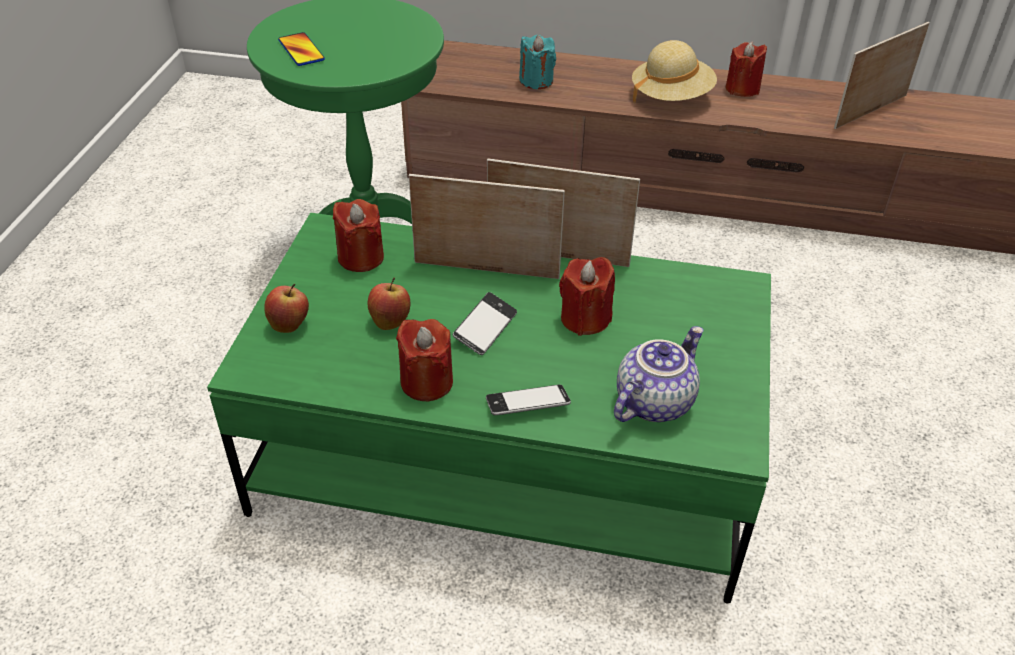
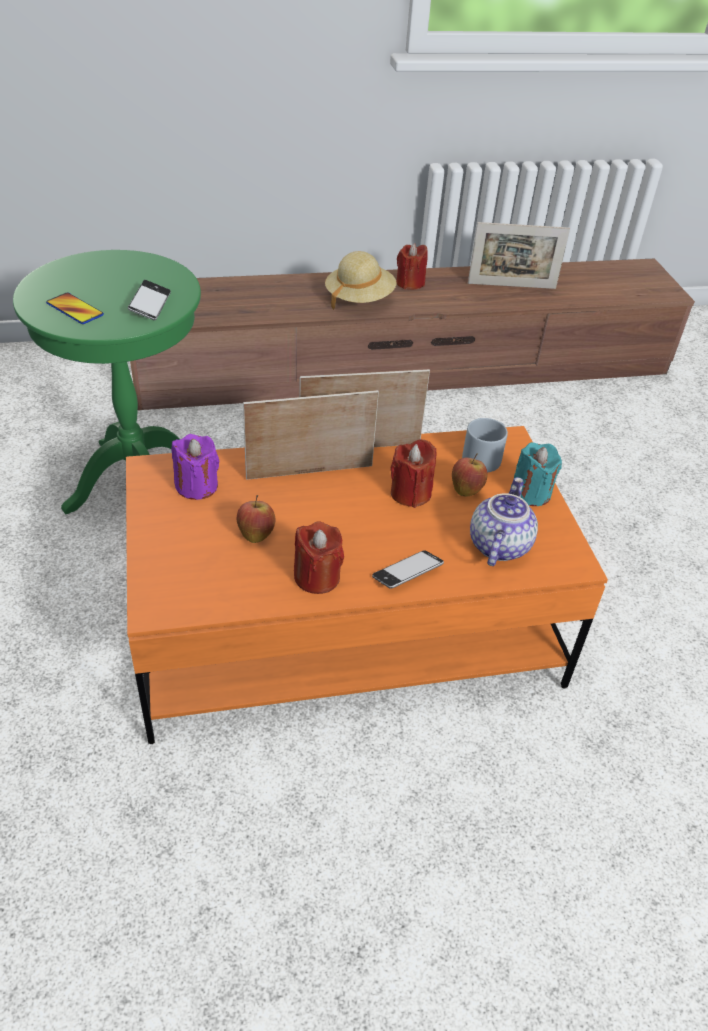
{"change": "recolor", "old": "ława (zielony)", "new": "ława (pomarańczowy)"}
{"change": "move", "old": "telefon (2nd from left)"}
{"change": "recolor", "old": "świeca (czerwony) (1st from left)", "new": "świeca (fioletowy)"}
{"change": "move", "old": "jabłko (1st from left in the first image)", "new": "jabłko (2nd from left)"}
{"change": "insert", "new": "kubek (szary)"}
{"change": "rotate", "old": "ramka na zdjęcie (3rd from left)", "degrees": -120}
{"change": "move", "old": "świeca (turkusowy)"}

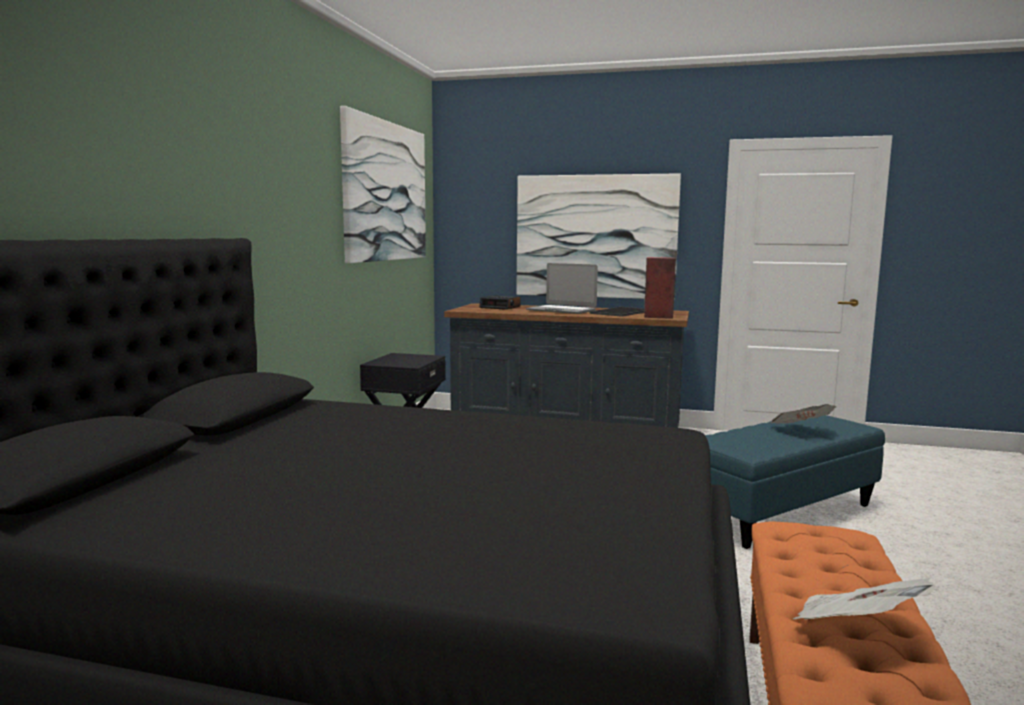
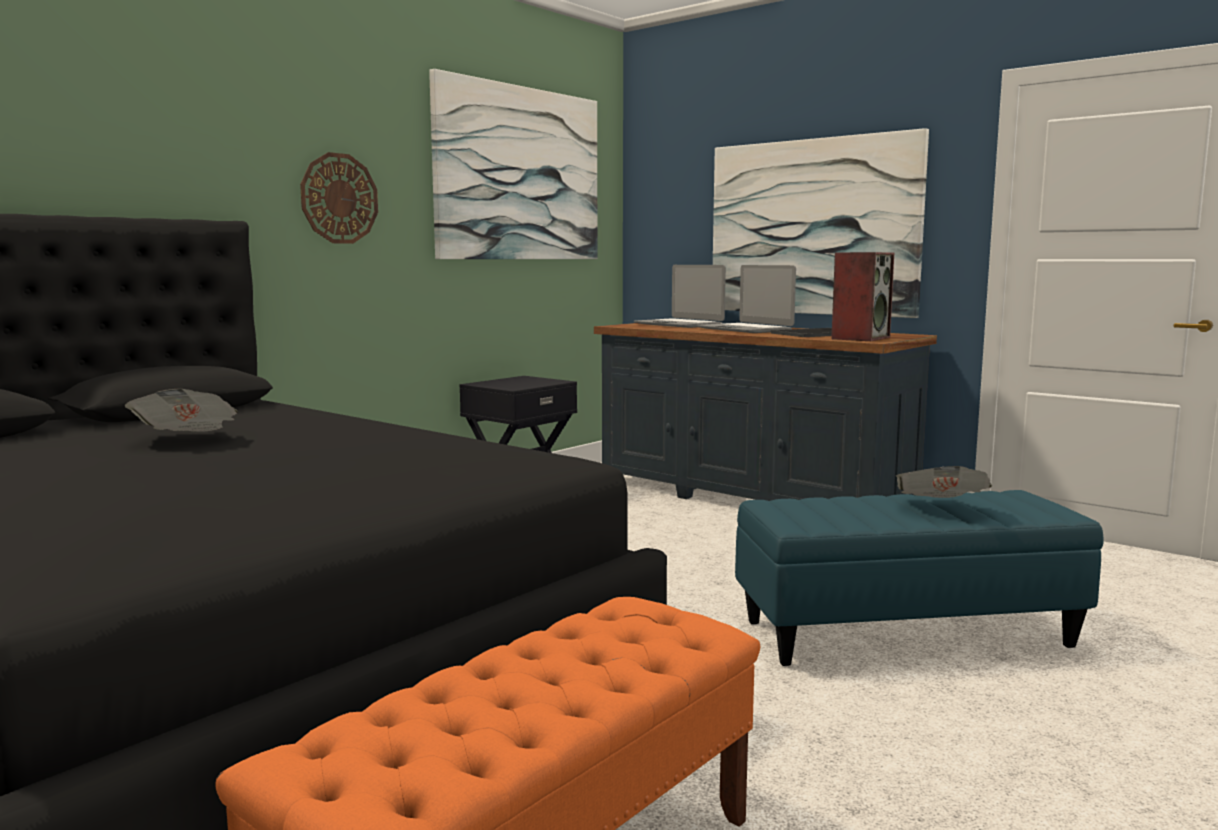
{"change": "move", "old": "gazeta (2nd from left in the first image)", "new": "gazeta (1st from left)"}
{"change": "insert", "new": "zegar ścienny"}
{"change": "replace", "old": "budzik", "new": "laptop (1st from left)"}

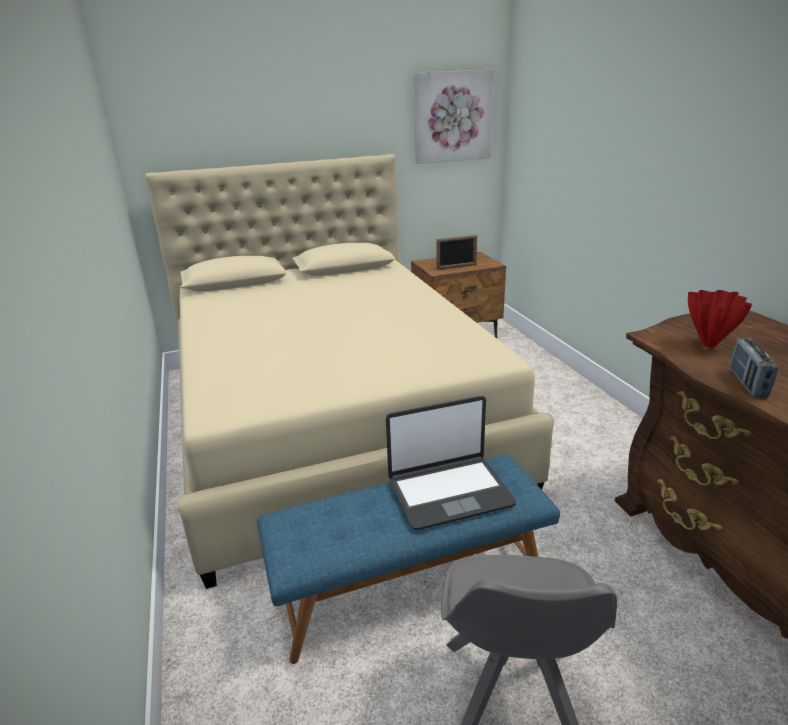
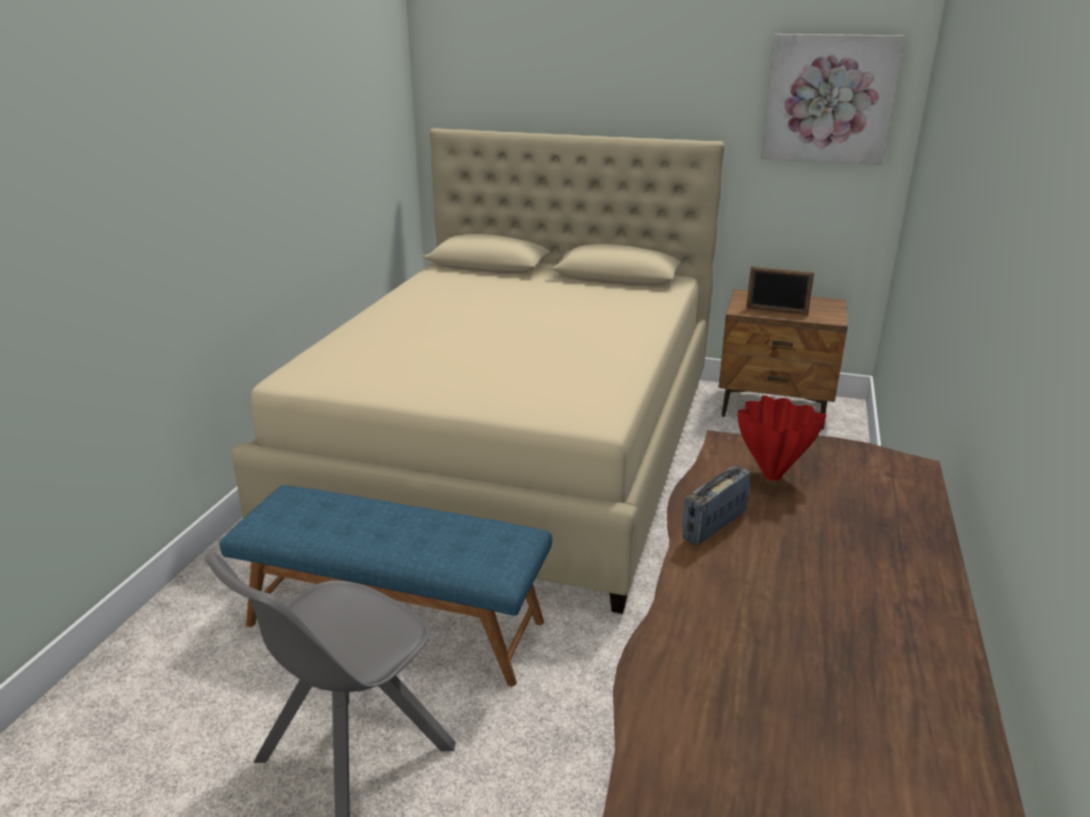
{"change": "delete", "old": "laptop"}

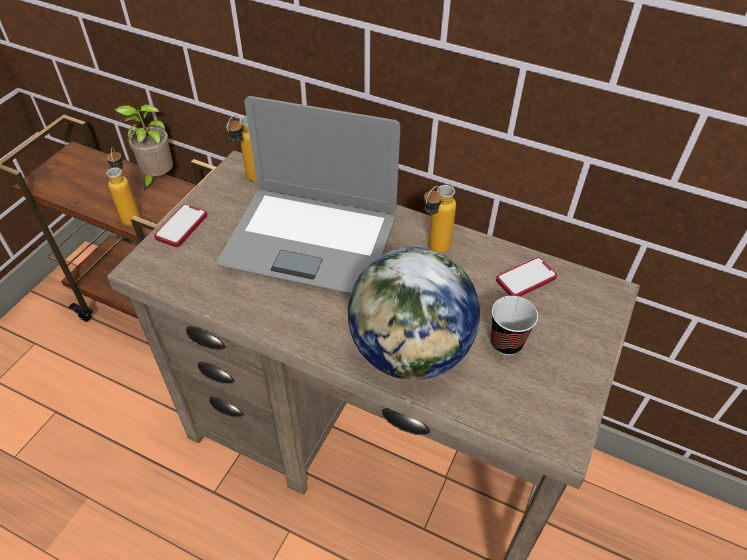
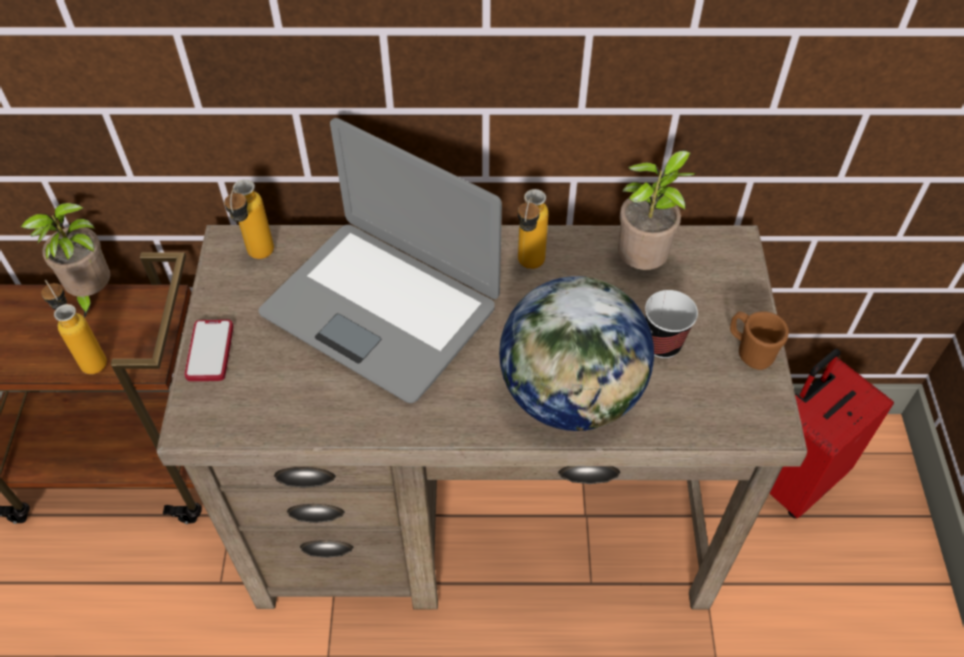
{"change": "rotate", "old": "laptop", "degrees": 45}
{"change": "replace", "old": "telefon (2nd from left)", "new": "roślina doniczkowa (2nd from left)"}
{"change": "insert", "new": "kubek (brązowy)"}
{"change": "insert", "new": "walizka (czerwony)"}

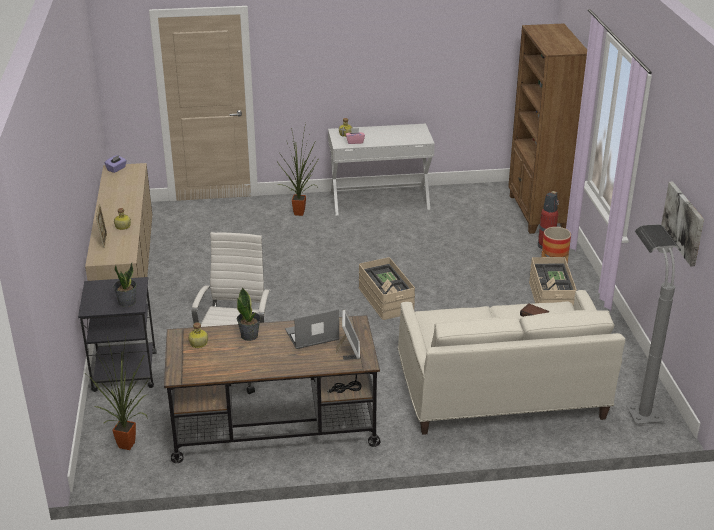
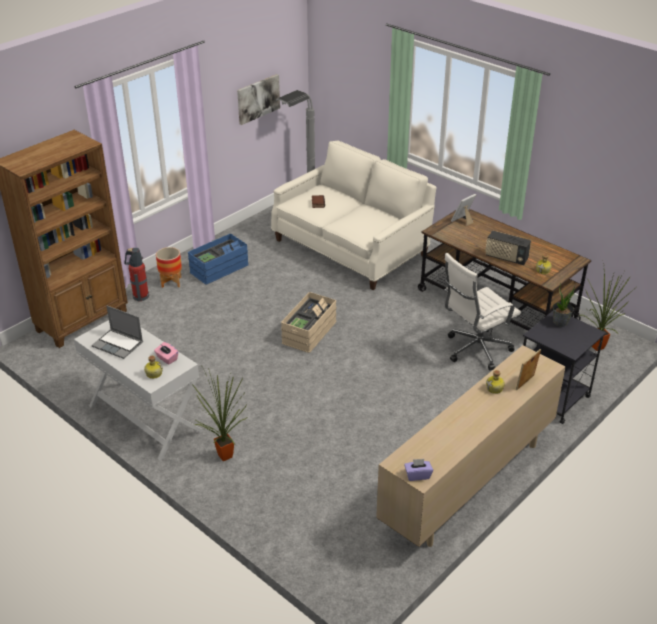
{"change": "move", "old": "laptop"}
{"change": "recolor", "old": "pojemnik do przechowywania (beżowy) (2nd from left)", "new": "pojemnik do przechowywania (niebieski)"}
{"change": "replace", "old": "roślina doniczkowa (3rd from left)", "new": "radio"}

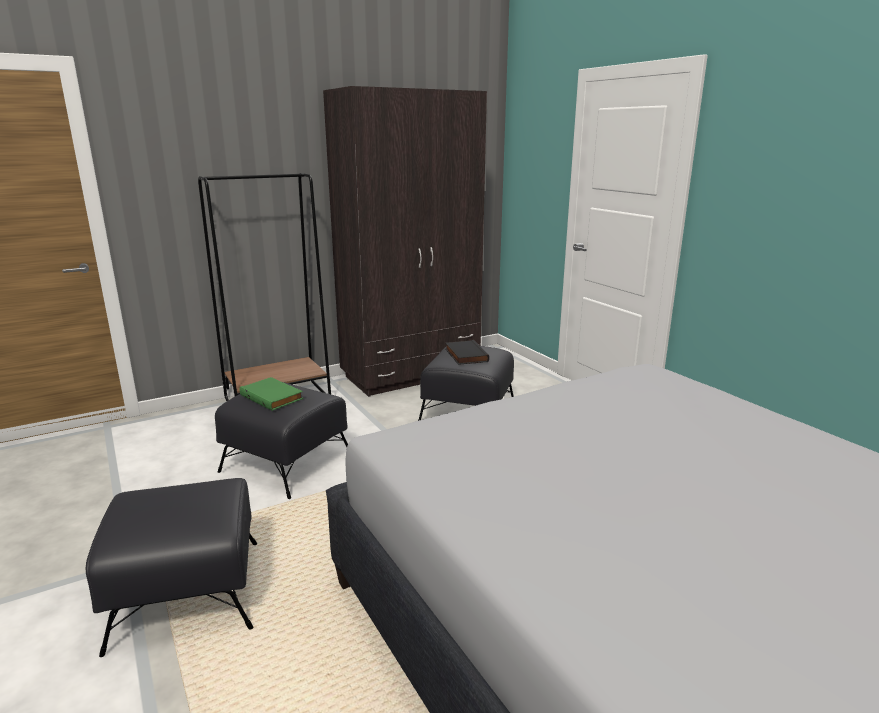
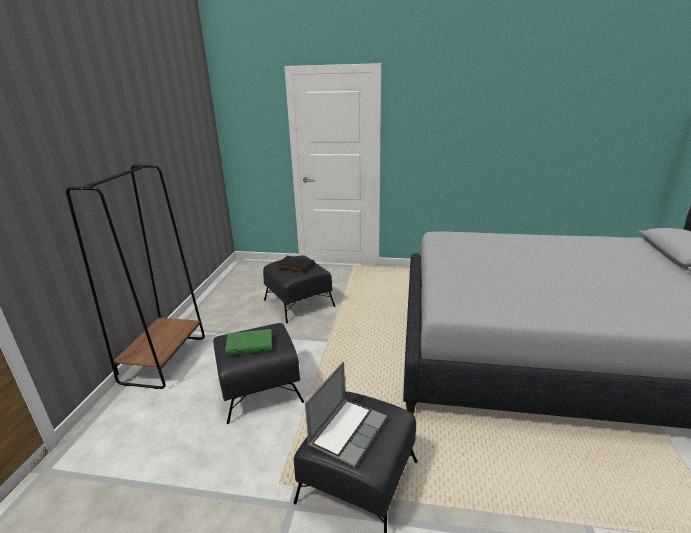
{"change": "insert", "new": "laptop"}
{"change": "delete", "old": "szafa (brązowy)"}

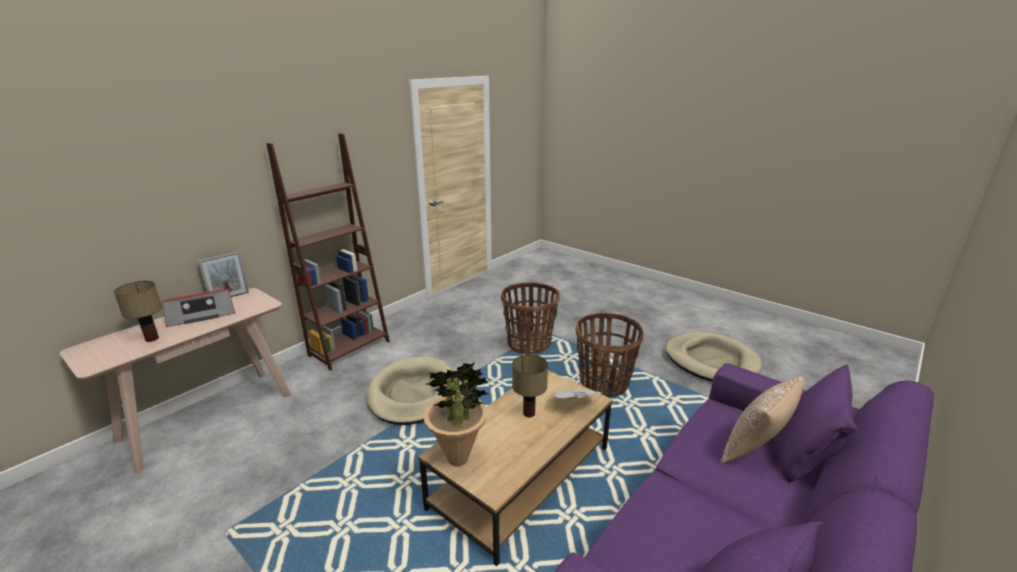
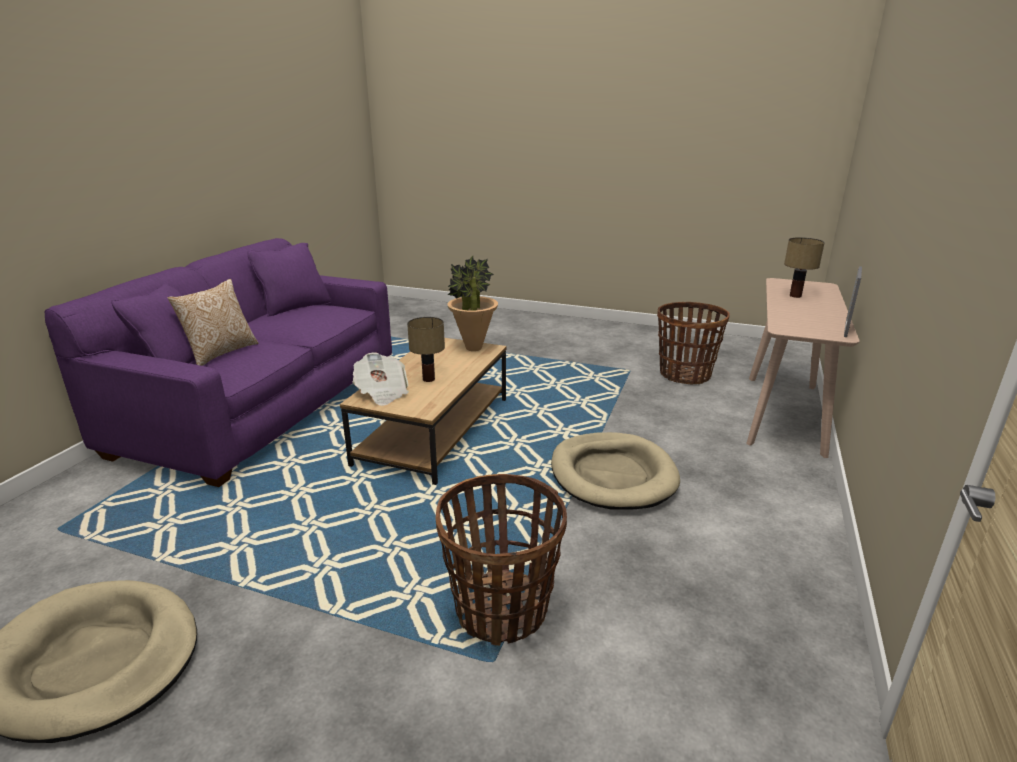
{"change": "move", "old": "koszyk (2nd from left)"}
{"change": "delete", "old": "radio"}
{"change": "delete", "old": "regał (brązowy)"}

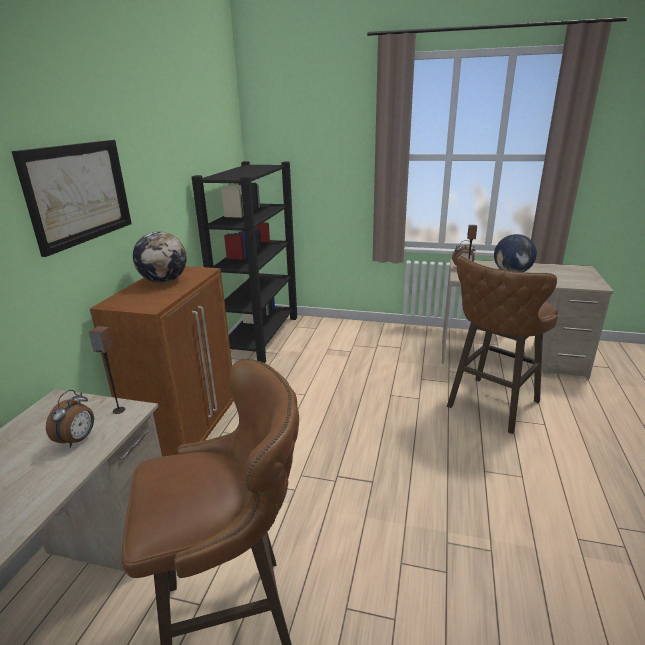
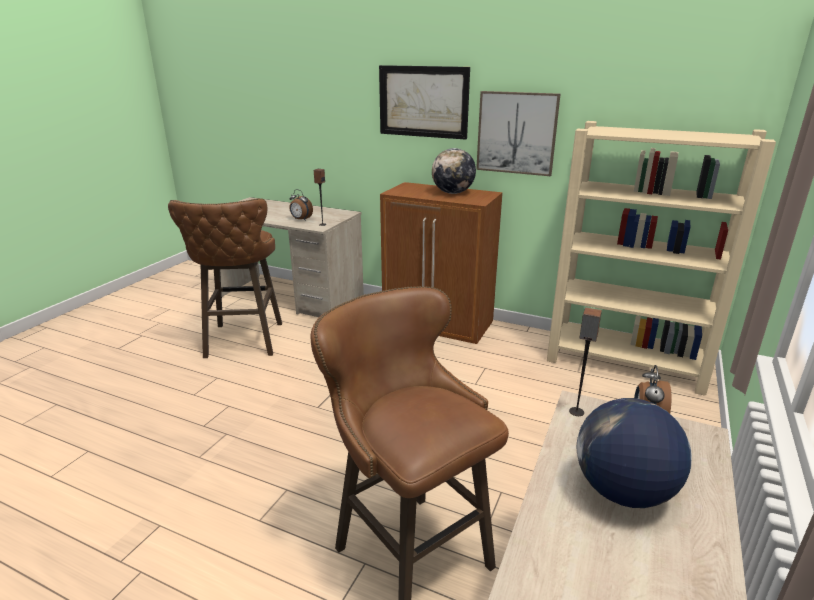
{"change": "insert", "new": "obraz (2nd from left)"}
{"change": "recolor", "old": "regał (czarny)", "new": "regał (beżowy)"}

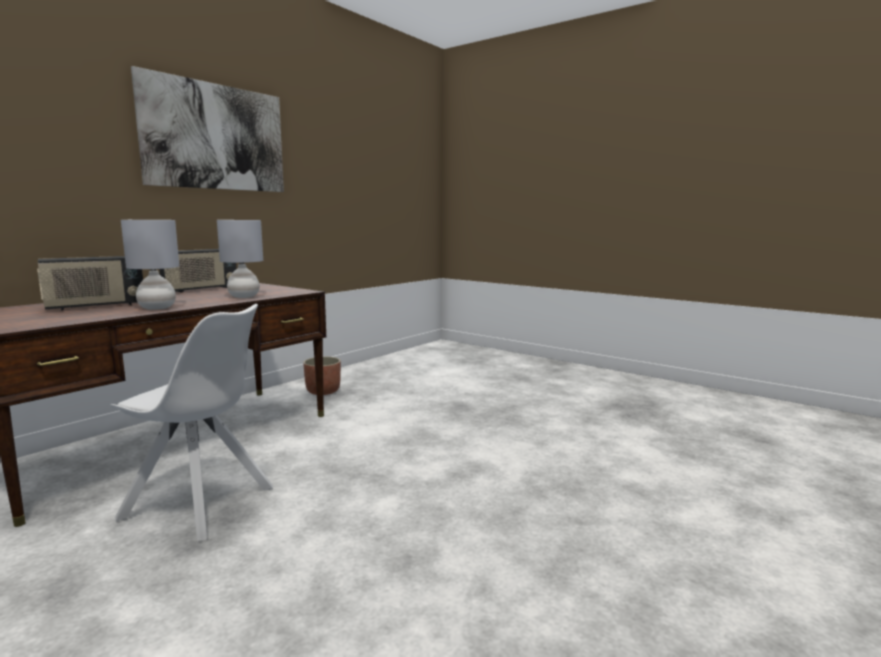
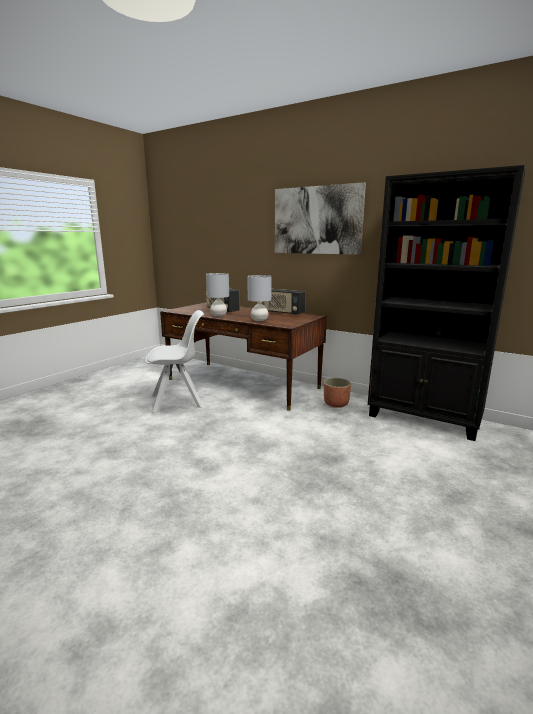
{"change": "rotate", "old": "krzesło (biały)", "degrees": -120}
{"change": "insert", "new": "regał (czarny)"}

